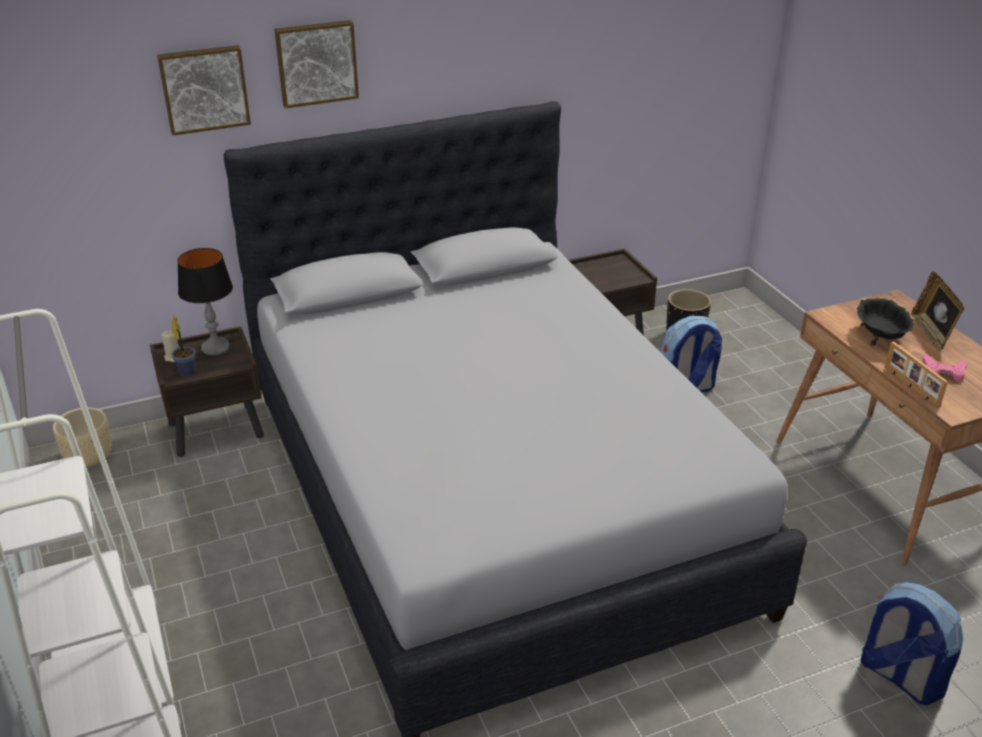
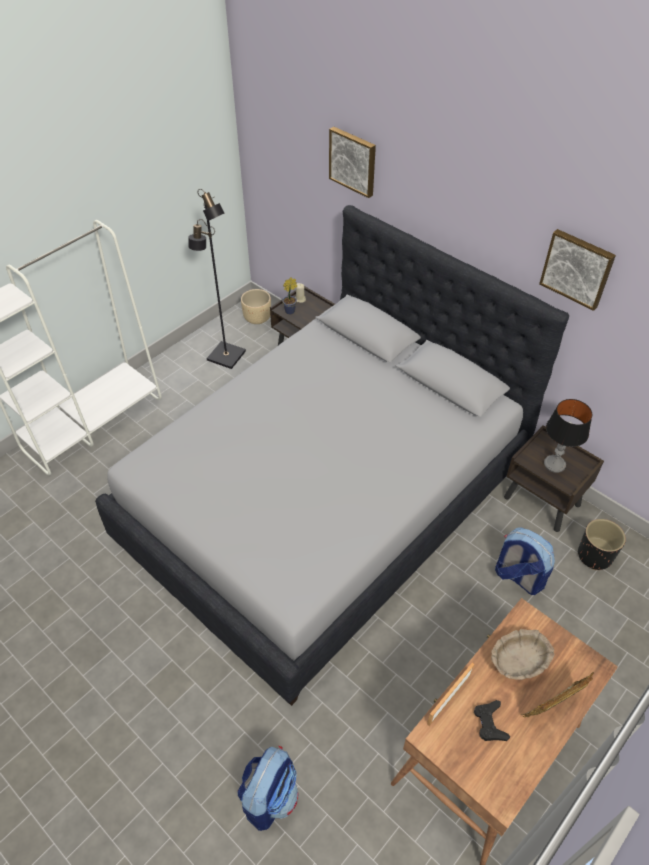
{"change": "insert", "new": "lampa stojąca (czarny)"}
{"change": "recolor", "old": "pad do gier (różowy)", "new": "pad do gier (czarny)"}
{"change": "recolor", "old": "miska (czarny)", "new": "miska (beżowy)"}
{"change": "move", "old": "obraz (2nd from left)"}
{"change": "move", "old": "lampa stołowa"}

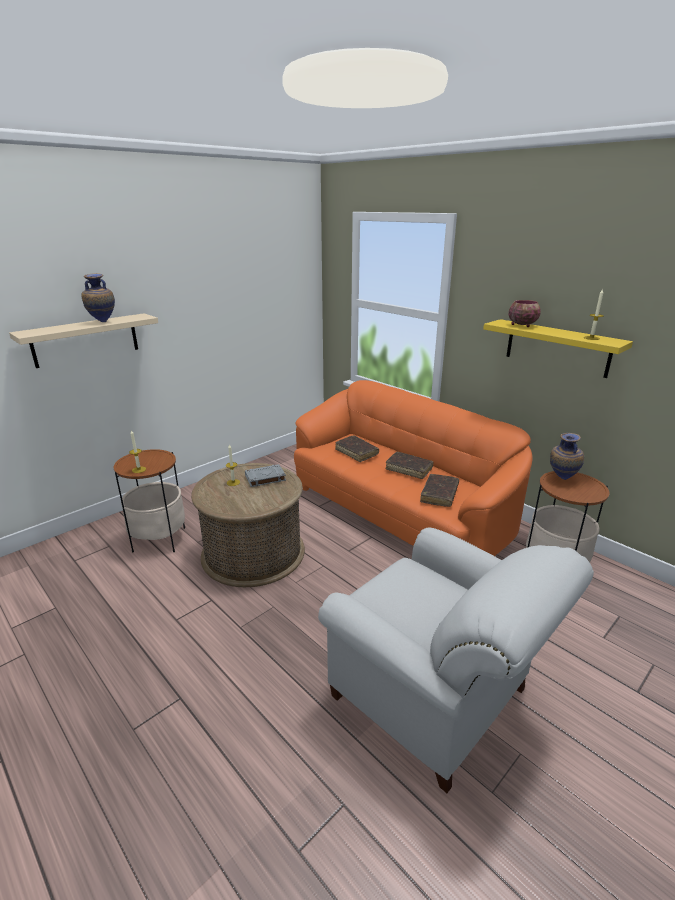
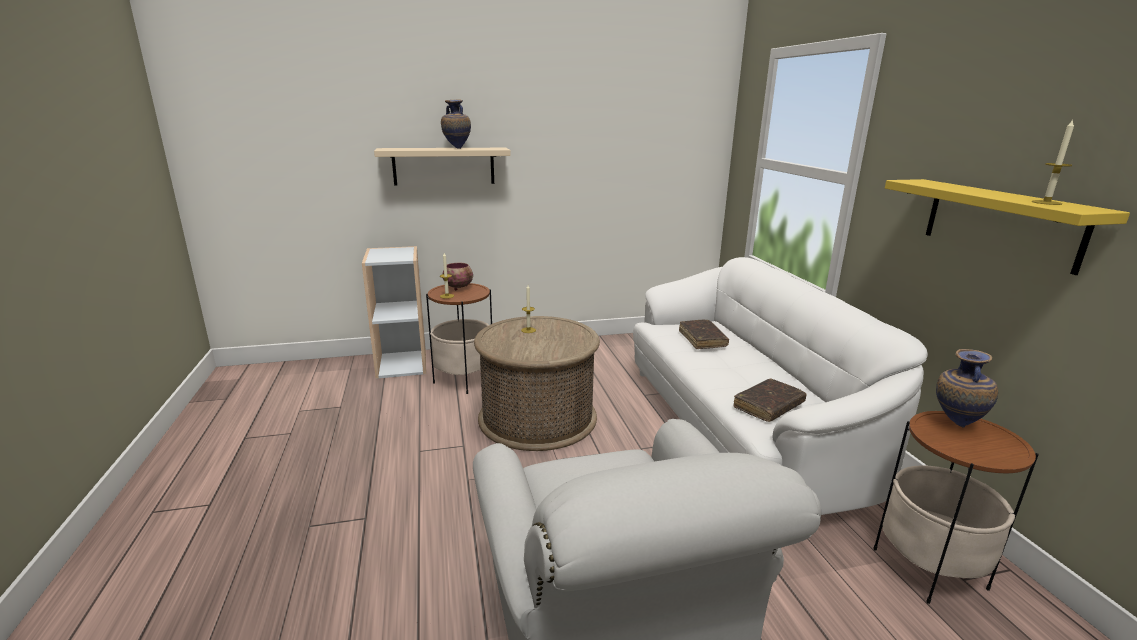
{"change": "insert", "new": "regał"}
{"change": "move", "old": "miska"}
{"change": "recolor", "old": "kanapa (pomarańczowy)", "new": "kanapa (biały)"}
{"change": "delete", "old": "książka (szary)"}
{"change": "delete", "old": "książka (brązowy) (2nd from left)"}

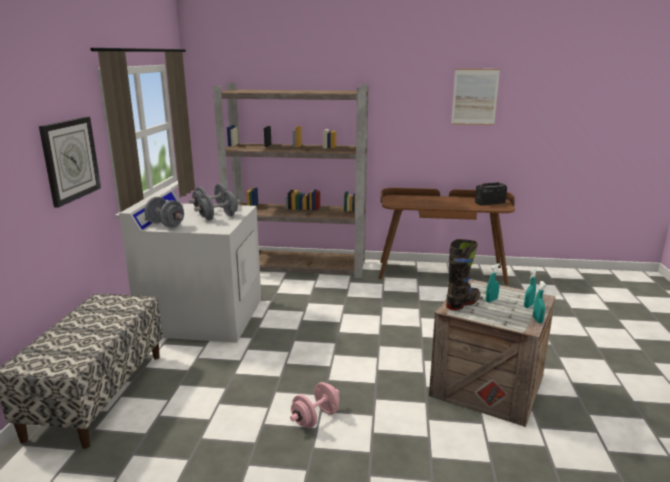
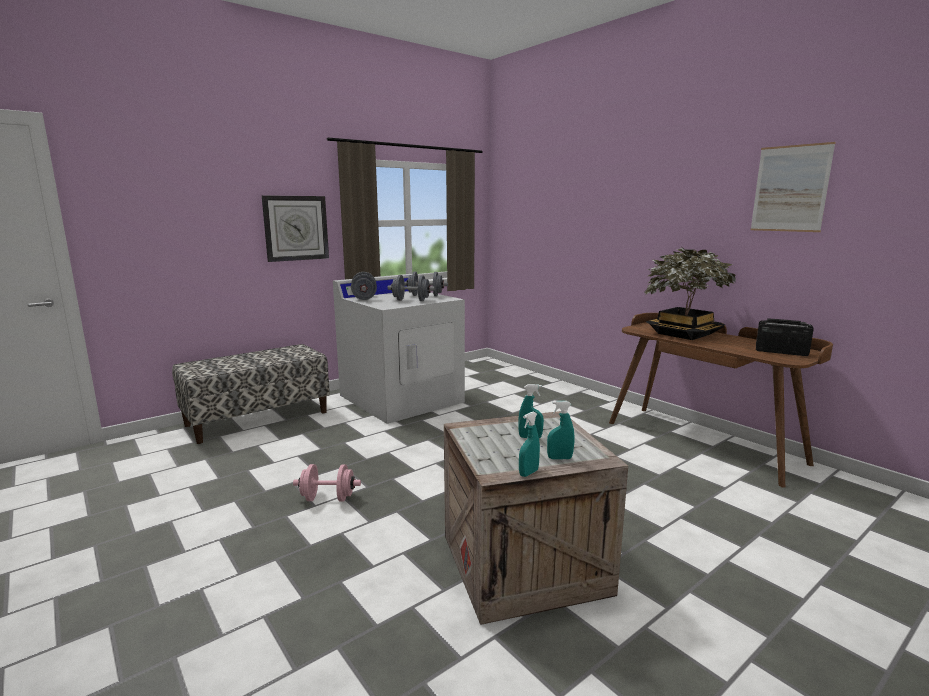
{"change": "insert", "new": "roślina doniczkowa"}
{"change": "delete", "old": "regał (brązowy)"}
{"change": "delete", "old": "but z cholewką (czarny)"}

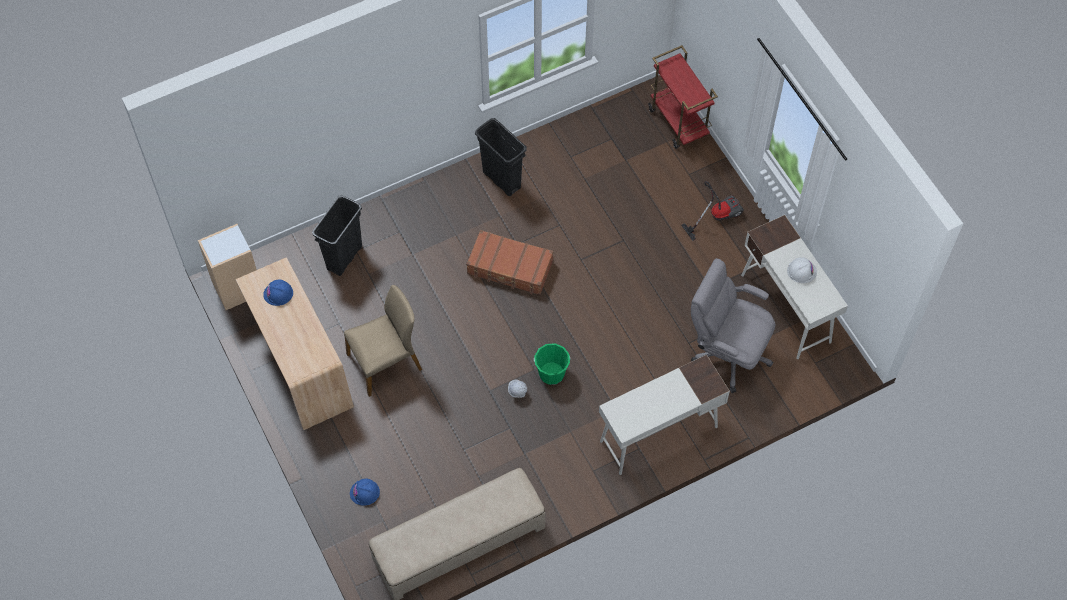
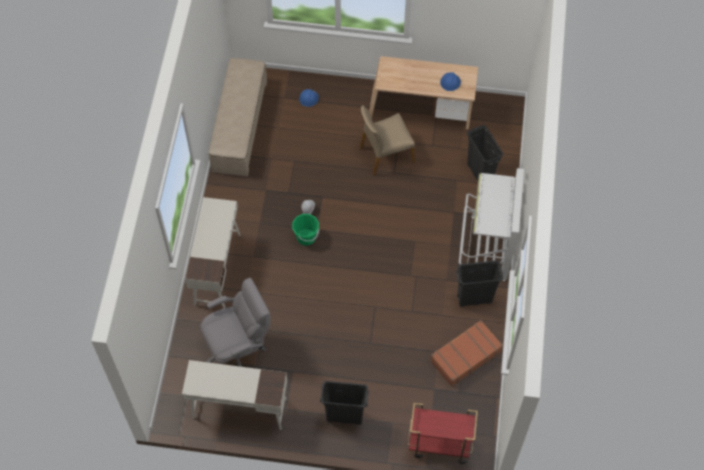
{"change": "replace", "old": "odkurzacz", "new": "kosz na śmieci (czarny) (1st from left)"}
{"change": "rotate", "old": "krzesło (beżowy)", "degrees": 60}
{"change": "move", "old": "walizka (brązowy)"}
{"change": "insert", "new": "regał na buty (biały)"}
{"change": "delete", "old": "regał"}
{"change": "delete", "old": "kask (biały) (2nd from left)"}

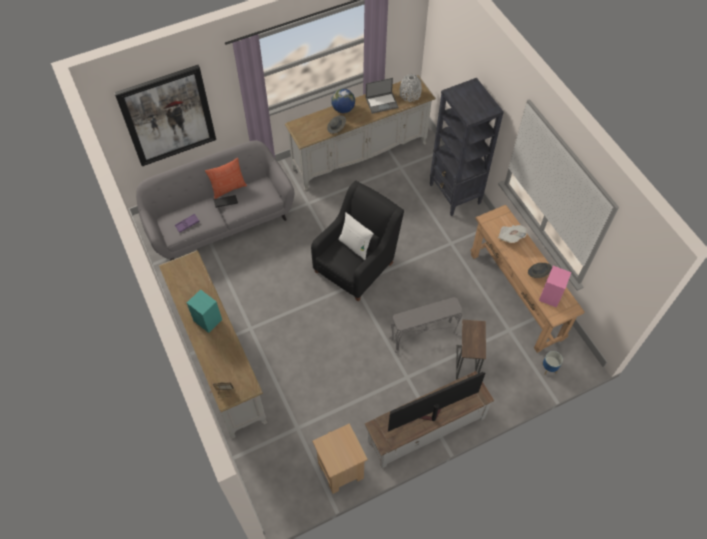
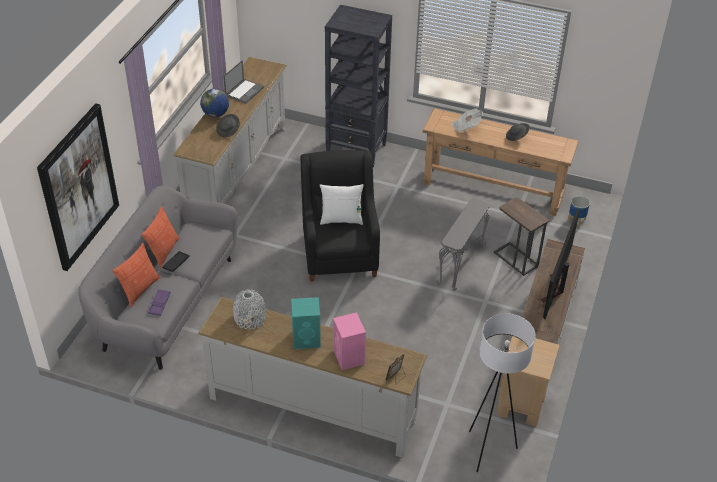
{"change": "insert", "new": "poduszka (pomarańczowy) (1st from left)"}
{"change": "move", "old": "wazon (szary)"}
{"change": "move", "old": "głośnik (różowy)"}
{"change": "insert", "new": "lampa stojąca (biały)"}

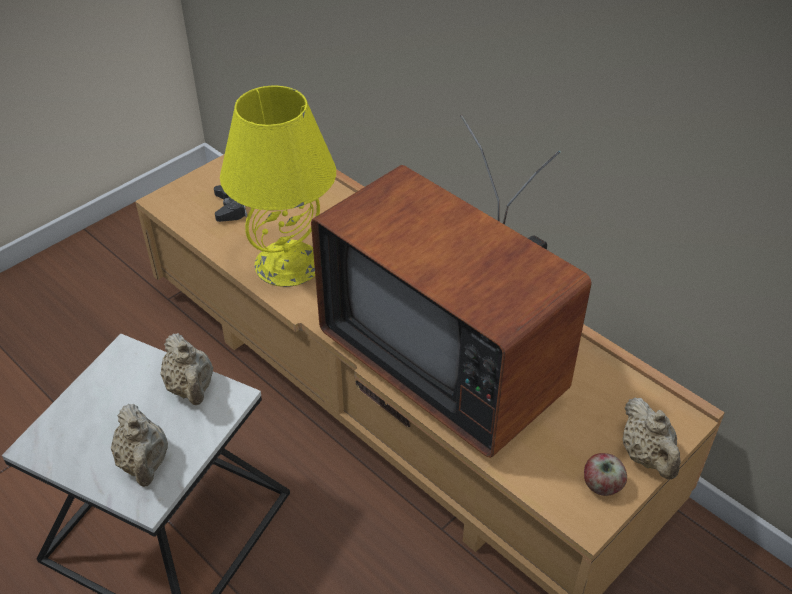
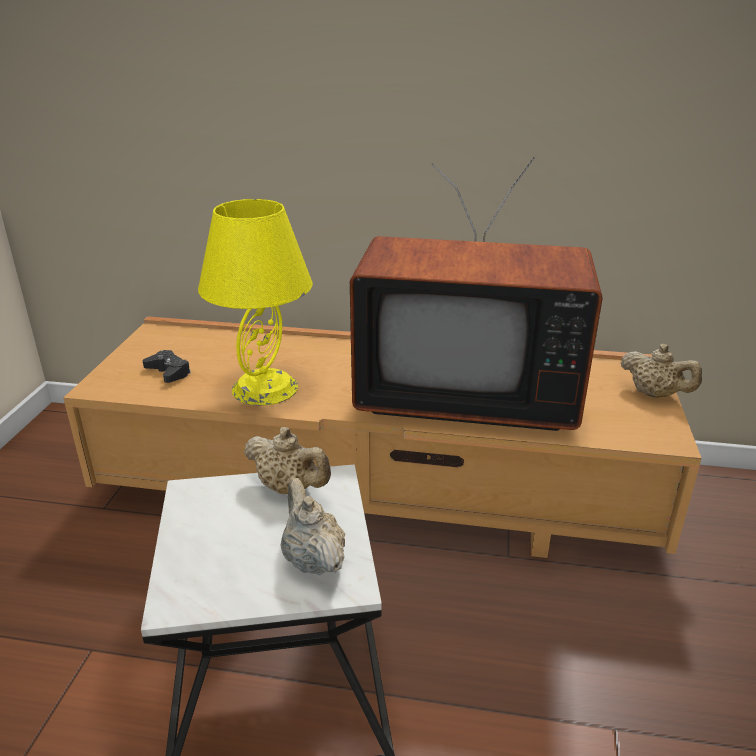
{"change": "rotate", "old": "imbryk (beżowy) (1st from left in the first image)", "degrees": -150}
{"change": "delete", "old": "jabłko"}

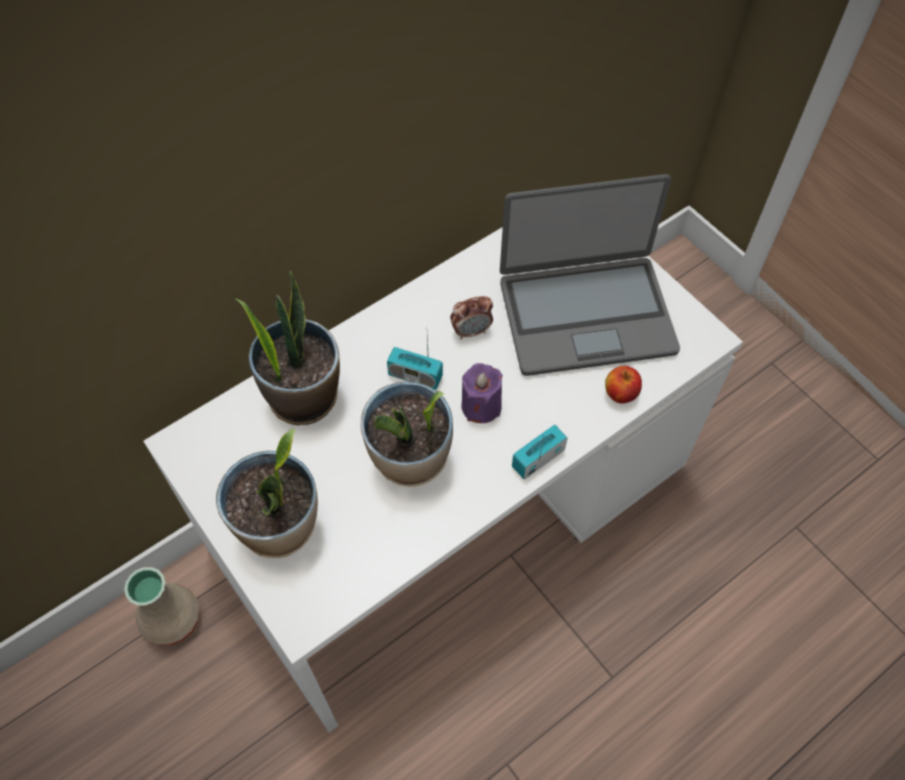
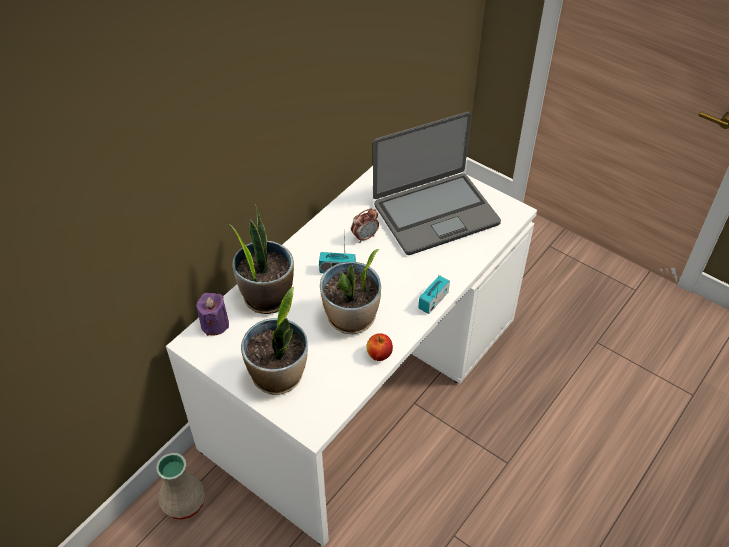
{"change": "move", "old": "świeca (fioletowy)"}
{"change": "move", "old": "jabłko"}

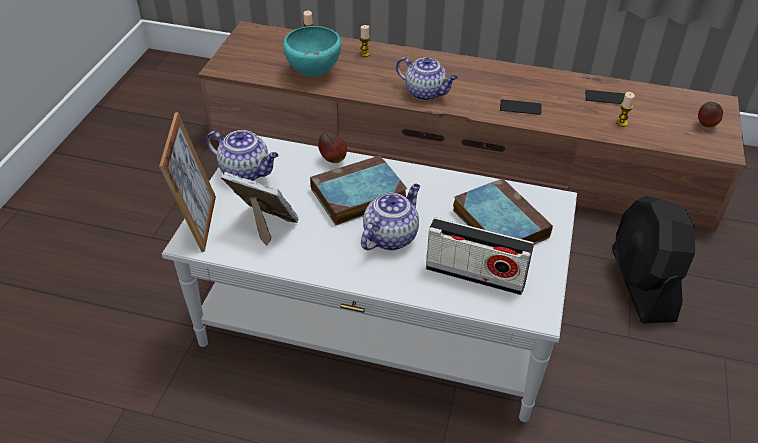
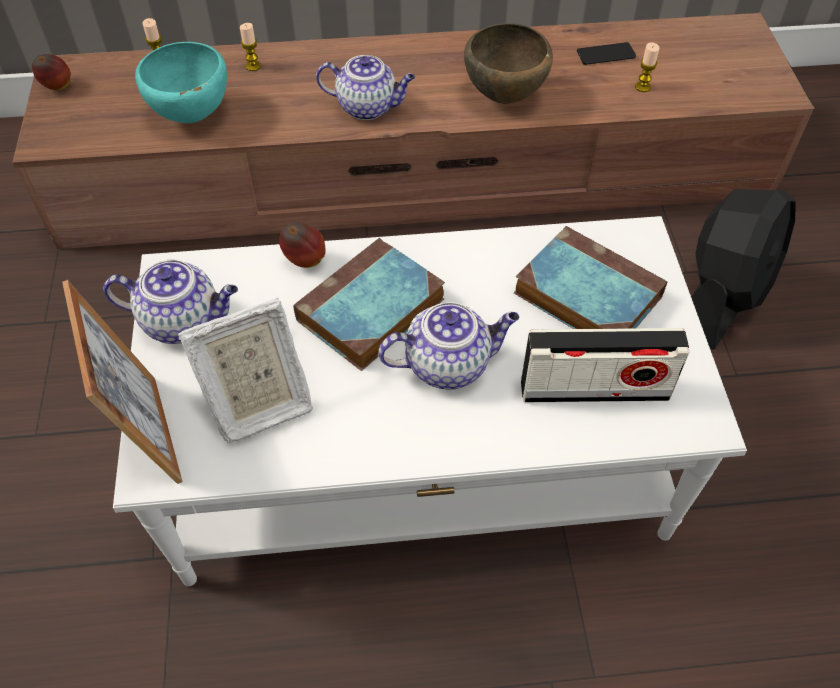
{"change": "move", "old": "jabłko (2nd from left in the first image)", "new": "jabłko (1st from left)"}
{"change": "rotate", "old": "ramka na zdjęcie (2nd from left)", "degrees": 150}
{"change": "rotate", "old": "imbryk (2nd from left in the first image)", "degrees": 60}
{"change": "replace", "old": "telefon (1st from left)", "new": "miska (brązowy)"}
{"change": "rotate", "old": "wentylator (czarny)", "degrees": -120}

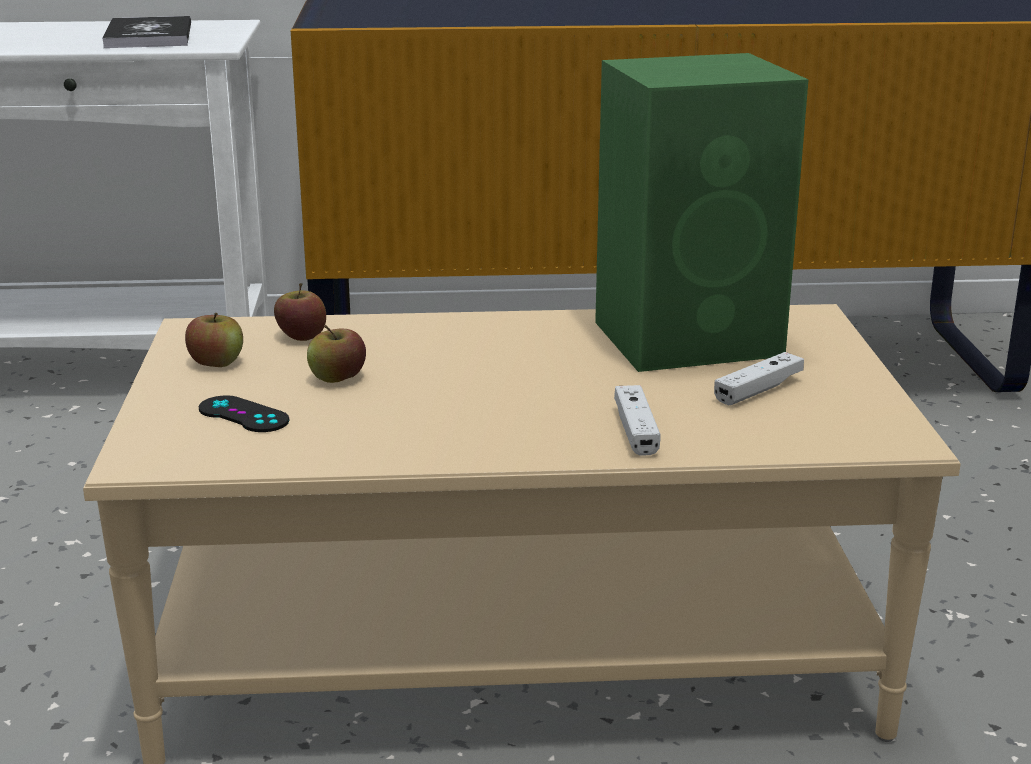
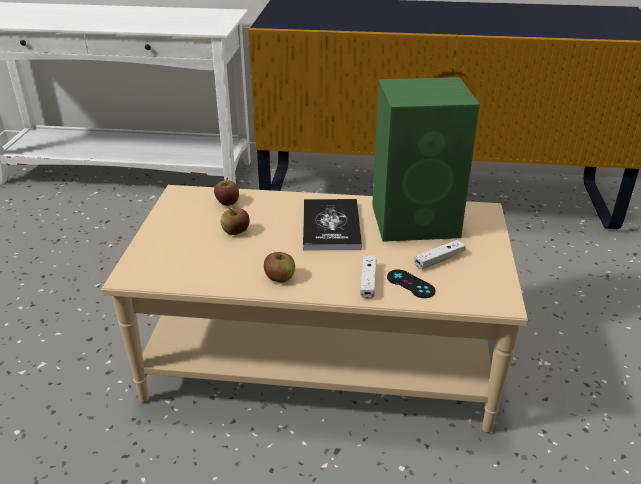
{"change": "move", "old": "jabłko (1st from left in the first image)", "new": "jabłko (3rd from left)"}
{"change": "move", "old": "książka"}
{"change": "move", "old": "pad do gier (czarny)"}

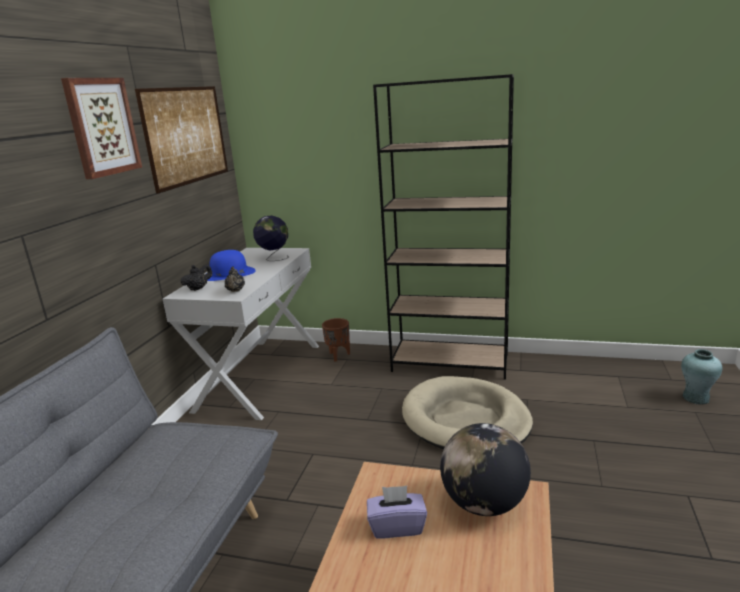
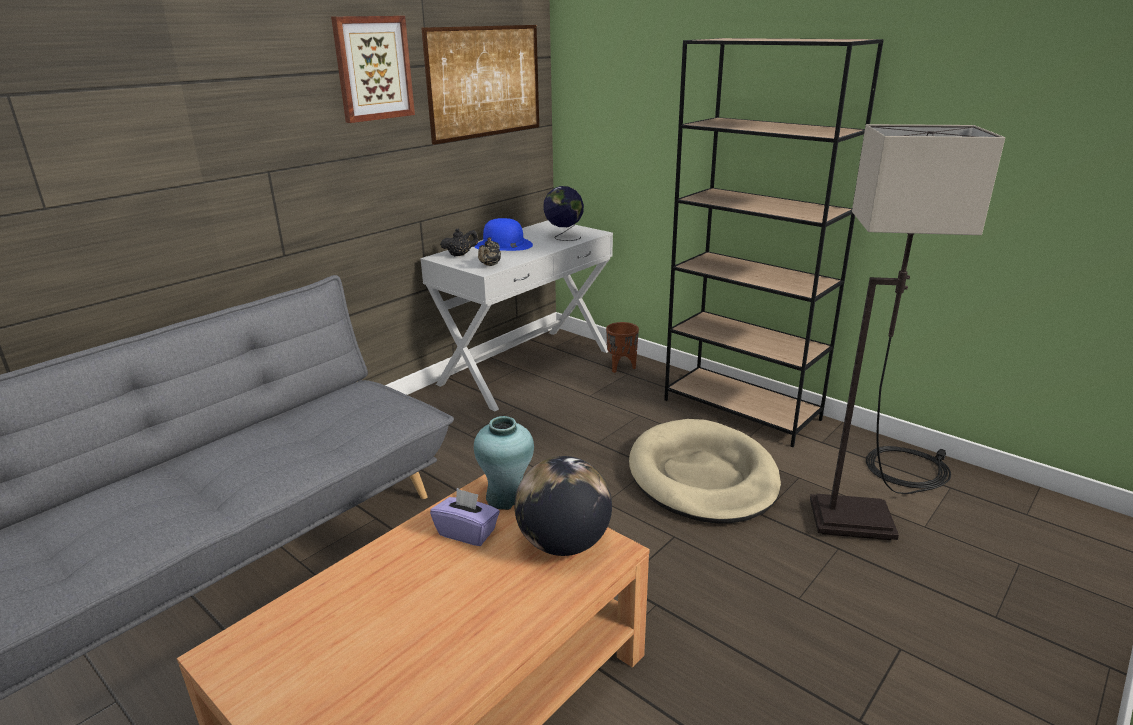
{"change": "move", "old": "wazon (turkusowy)"}
{"change": "insert", "new": "lampa stojąca"}

